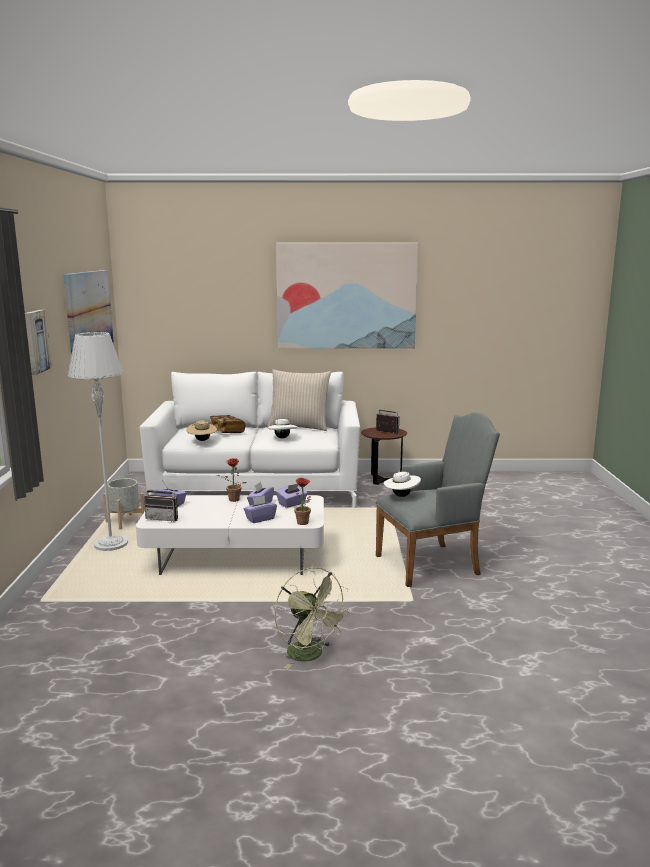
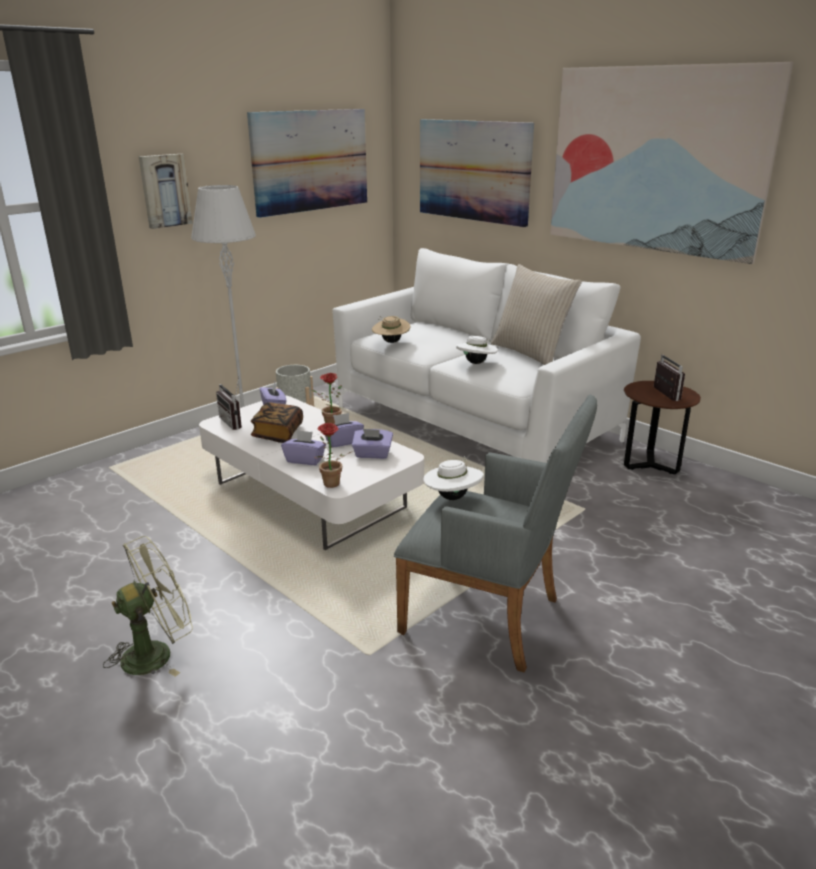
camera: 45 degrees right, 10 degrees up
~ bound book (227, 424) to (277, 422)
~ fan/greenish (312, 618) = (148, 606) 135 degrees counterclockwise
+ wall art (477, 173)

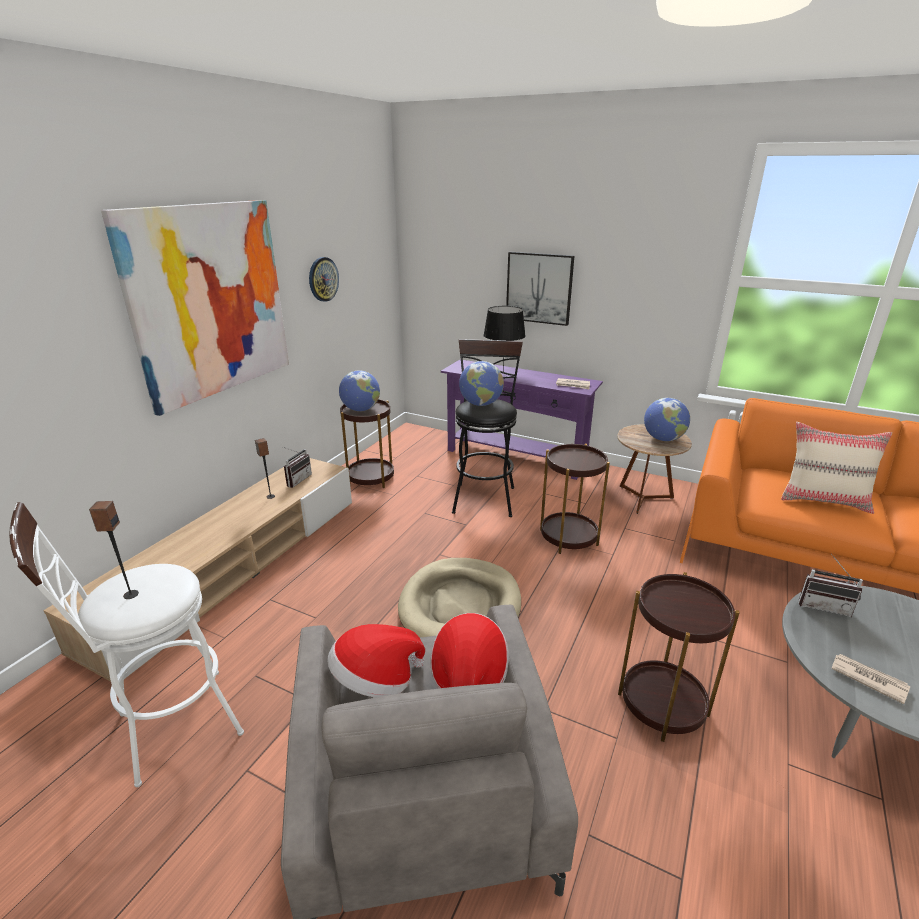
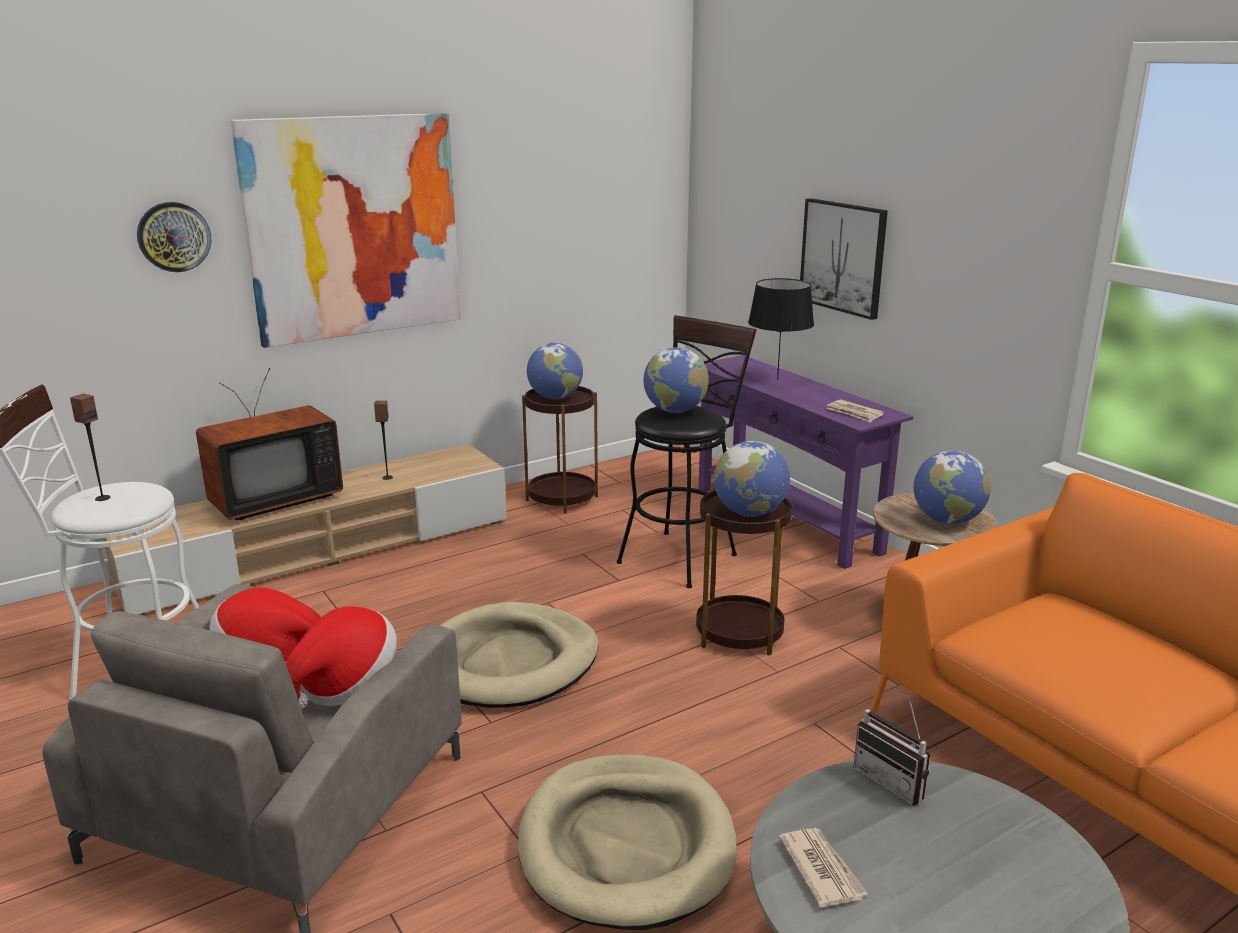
camera: 30 degrees right, 5 degrees down
- radio set (297, 467)
~ hanging clock (324, 279) to (174, 237)
~ side table/brownish (678, 657) to pet bed/beige-coloured (627, 842)
- cushion/beige-coloured (836, 468)
+ TV set (269, 444)
+ world globe (752, 479)

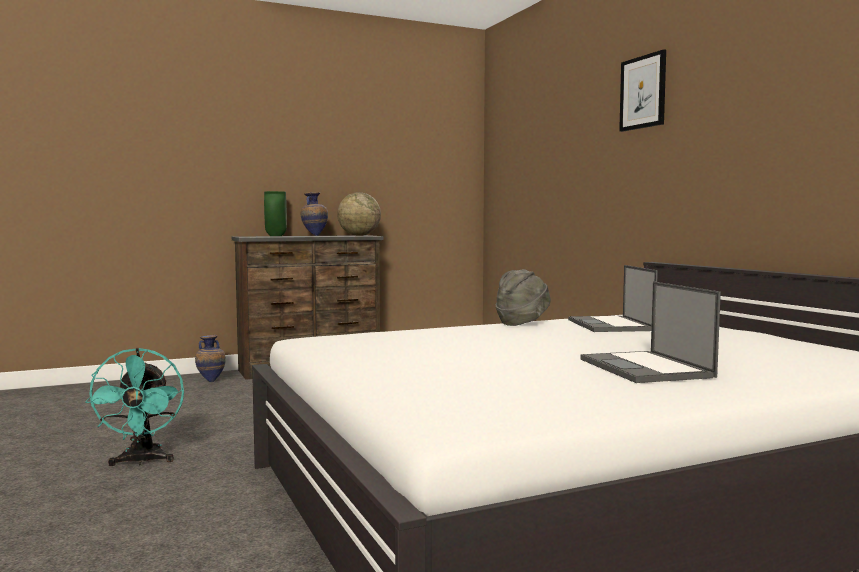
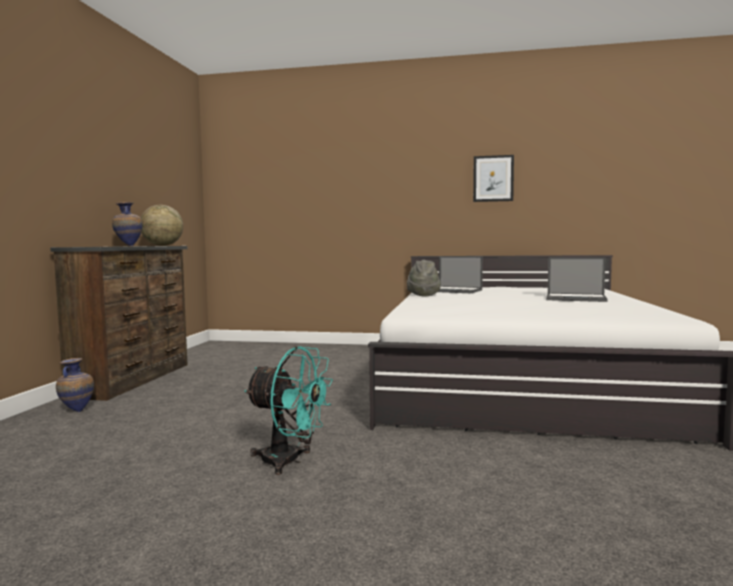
camera: 55 degrees left, 0 degrees up
- vase/greenish (275, 213)
~ wall art (642, 90) to (493, 178)

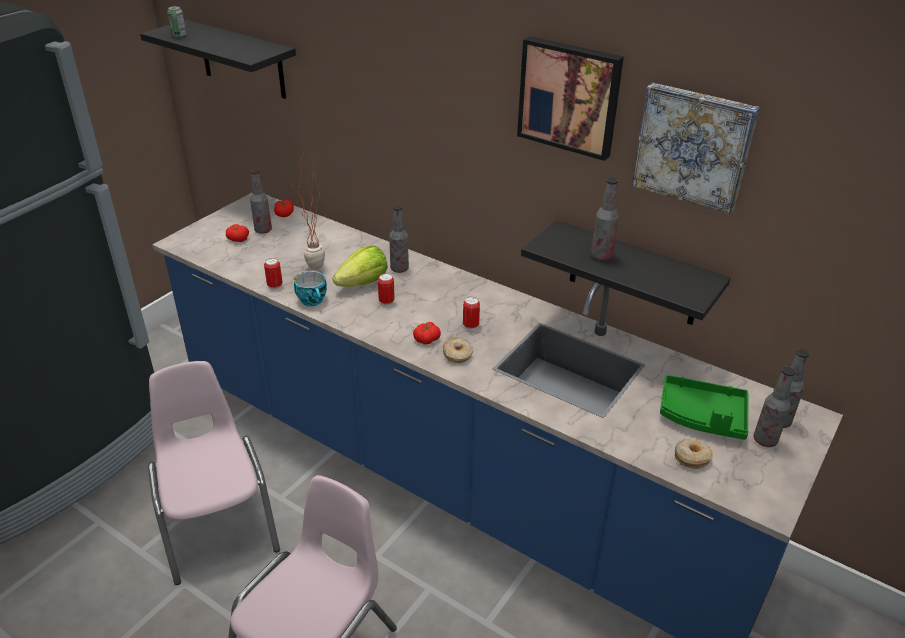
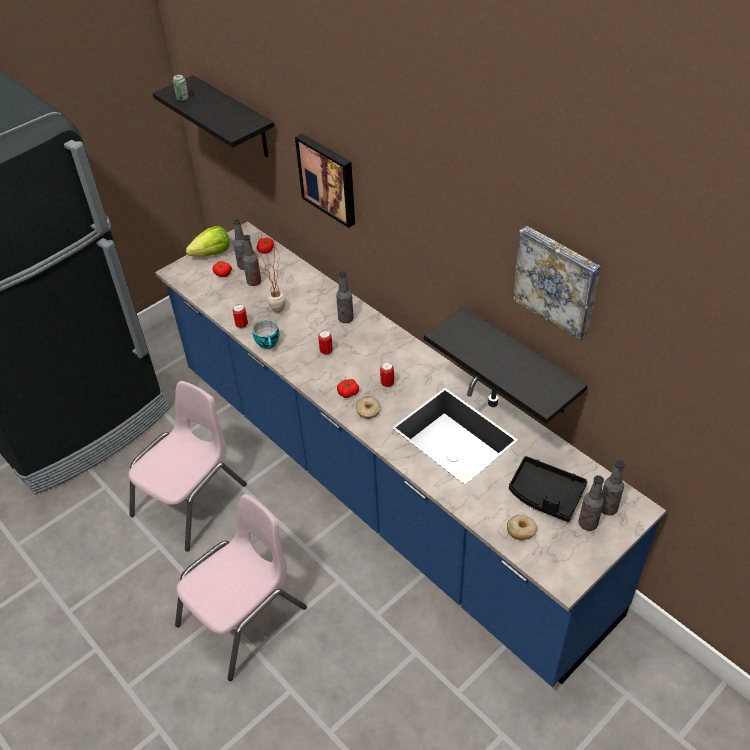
camera: 15 degrees right, 10 degrees up
~ chair/pinkish (214, 473) = (187, 466) 45 degrees clockwise
~ head of lettuce (360, 266) to (208, 241)
~ wall art (570, 98) to (325, 181)
~ beverage bottle (605, 218) to (252, 260)
~ carrying tray/greenish (704, 407) to carrying tray/black (548, 489)

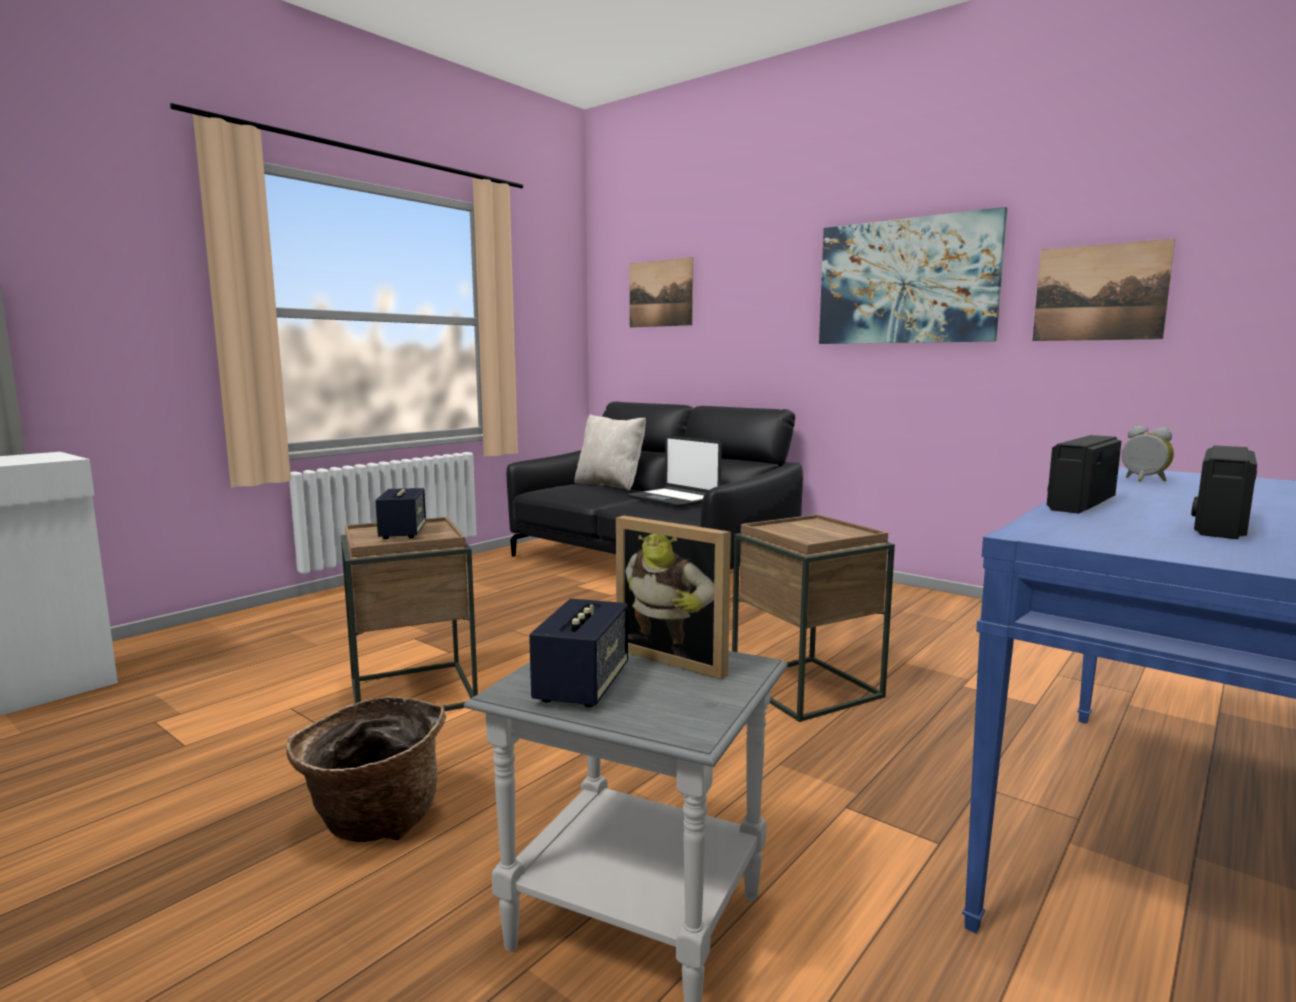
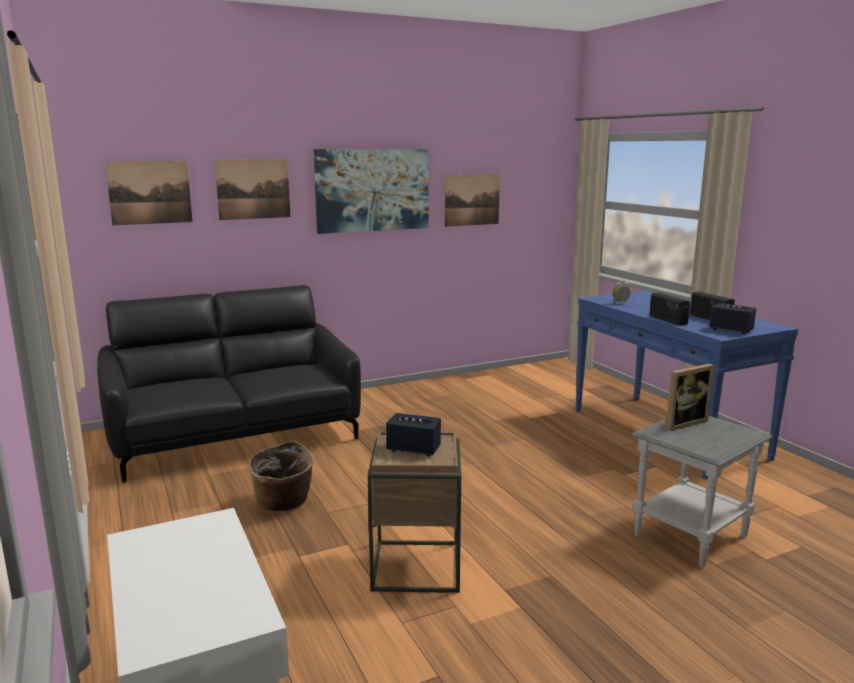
camera: 65 degrees left, 5 degrees up
~ storage basket (366, 769) to (281, 476)
~ loudspeaker (578, 653) to (732, 318)
- cushion/beige-coloured (610, 452)
- laptop (674, 471)
- side table/brownish (813, 618)
+ wall art (252, 190)

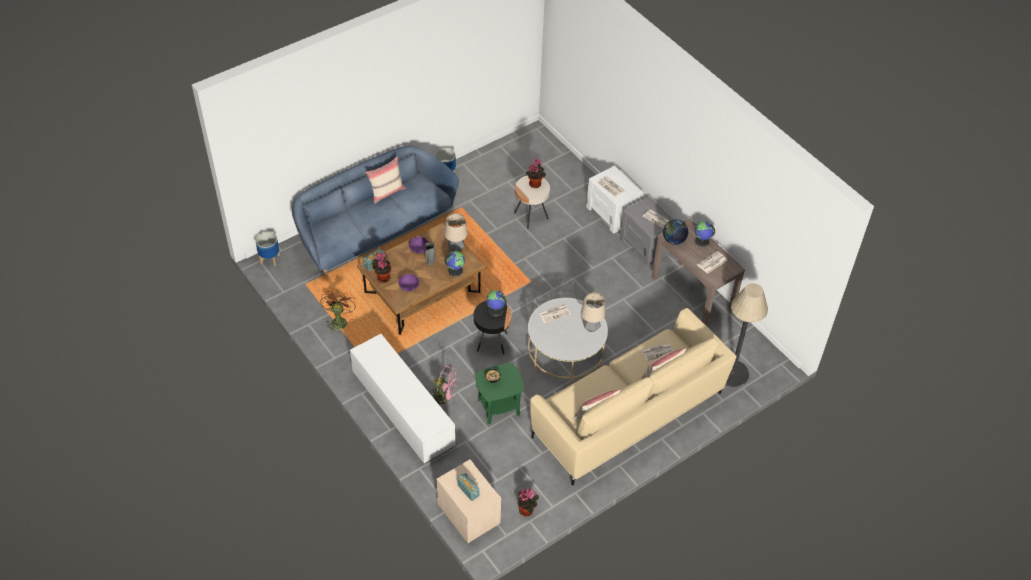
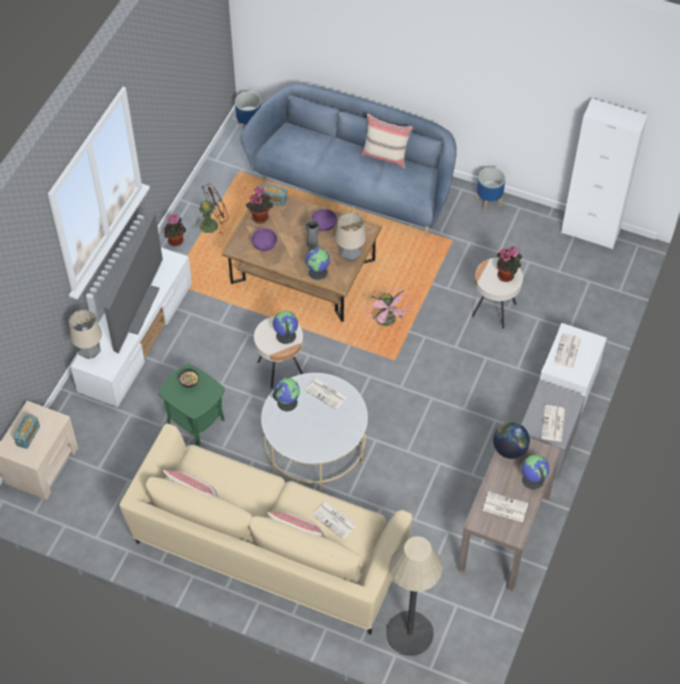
camera: 60 degrees right, 5 degrees up
~ fan/pinkish (444, 387) to (388, 308)
~ side table/black (493, 327) to side table/beige-coloured (278, 352)
~ potted plant (528, 503) to (175, 230)
~ table lamp (593, 312) to (85, 334)
+ TV set (133, 283)
+ world globe (286, 394)
+ cupboard/white (604, 173)

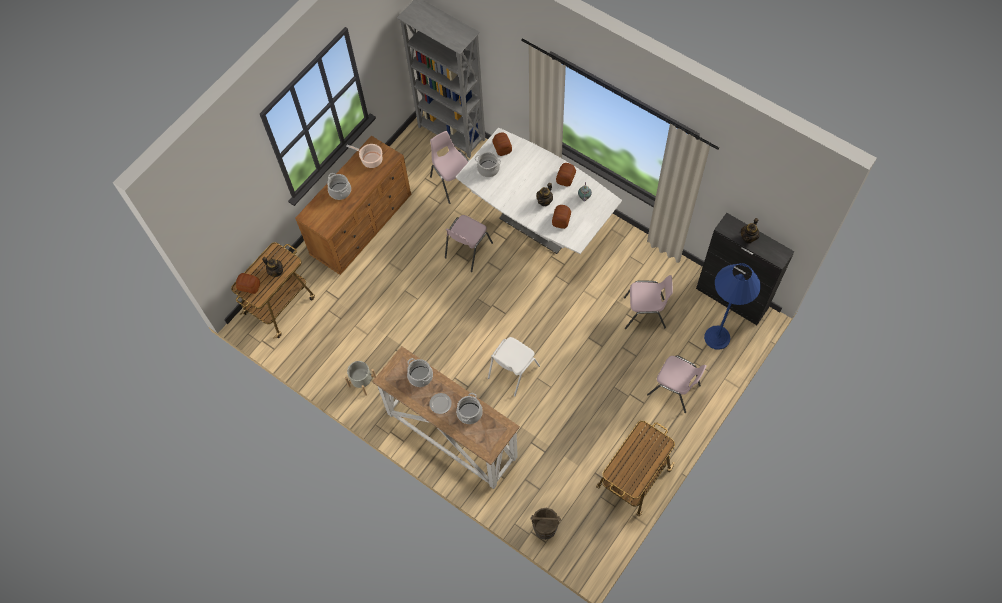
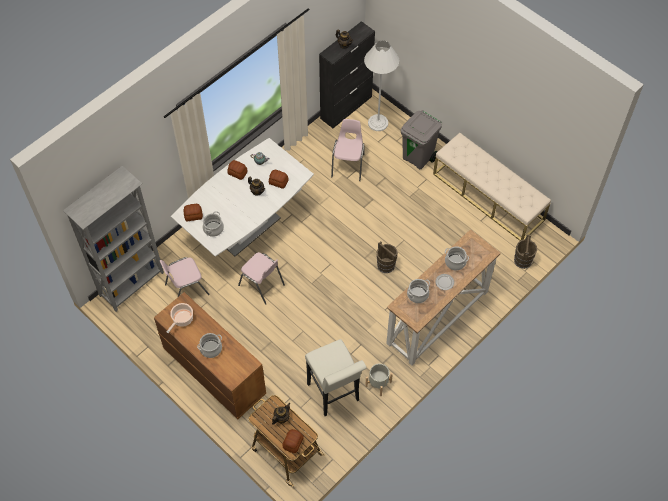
camera: 85 degrees left, 5 degrees down
~ chair/white (514, 366) to pail/brownish (387, 257)
~ trolley (635, 468) to indoor bench/beige-coloured (492, 187)
~ chair/pinkish (677, 384) to waste bin/greyish (421, 139)
~ floor lamp/blue (732, 306) to floor lamp/white (381, 85)
+ stool seat/white (335, 377)

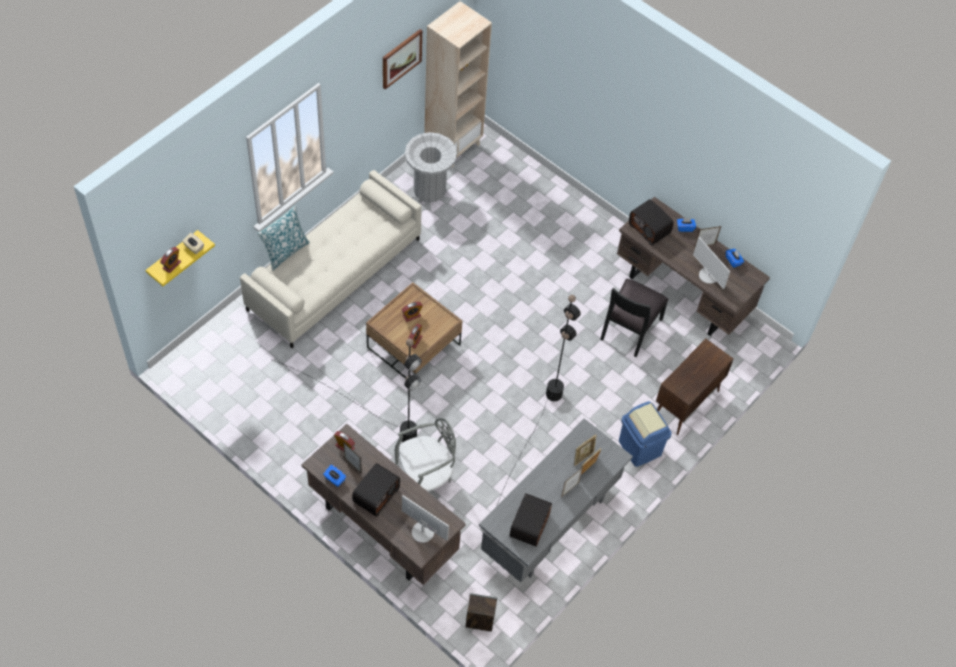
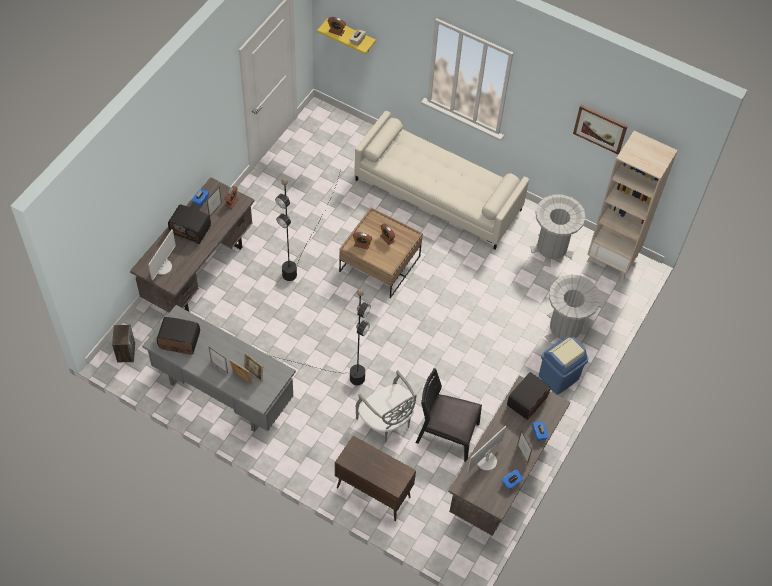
camera: 80 degrees right, 0 degrees up
- cushion (283, 238)
~ chair/greyish (425, 454) to (386, 406)
~ waste bin/blue (645, 434) to (564, 366)
+ waste bin/greyish (573, 308)

